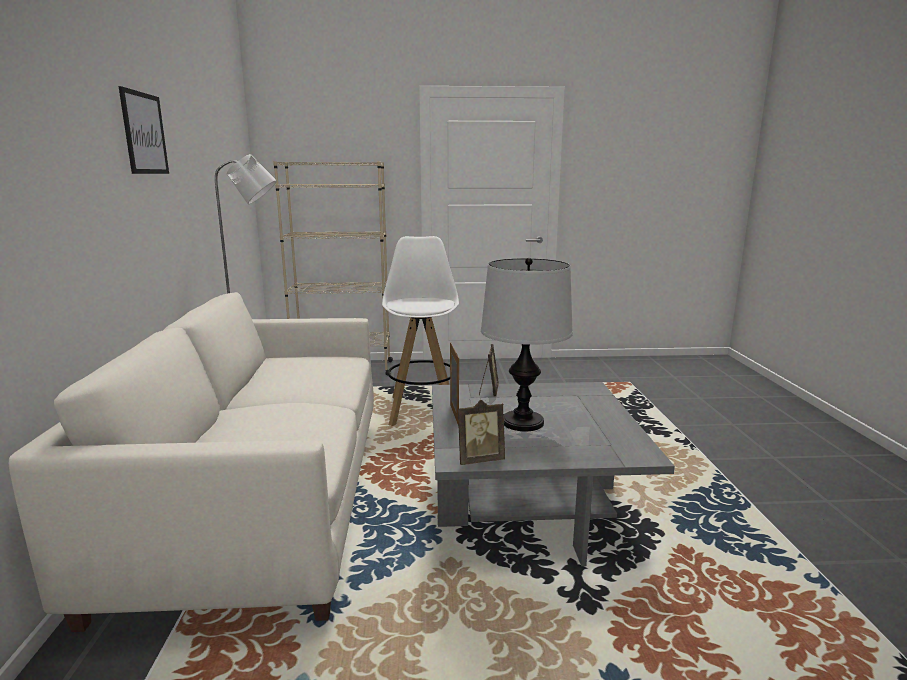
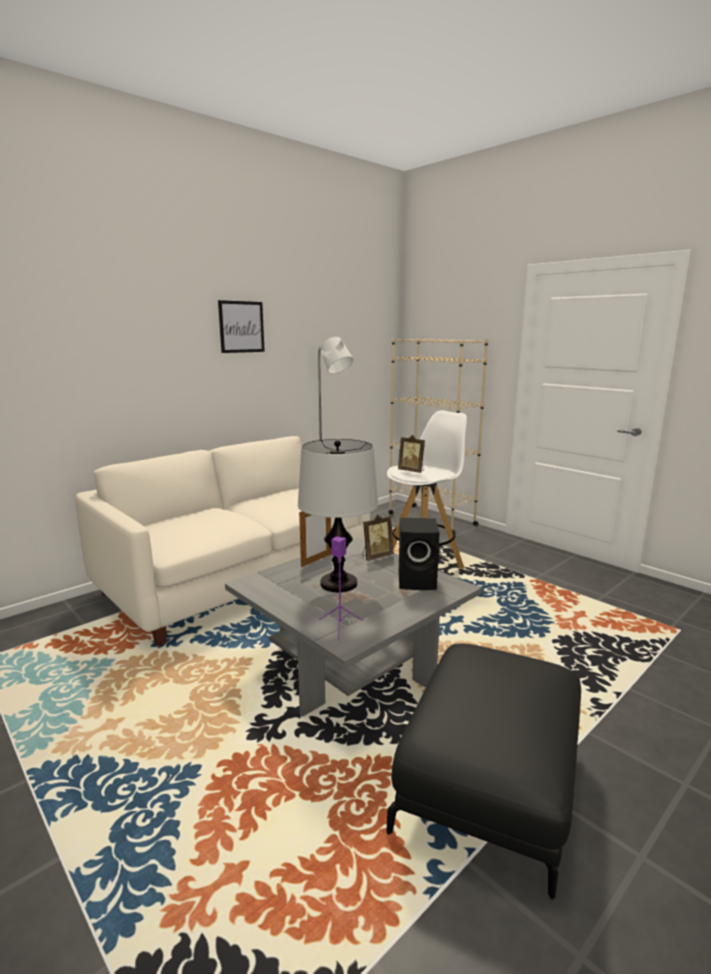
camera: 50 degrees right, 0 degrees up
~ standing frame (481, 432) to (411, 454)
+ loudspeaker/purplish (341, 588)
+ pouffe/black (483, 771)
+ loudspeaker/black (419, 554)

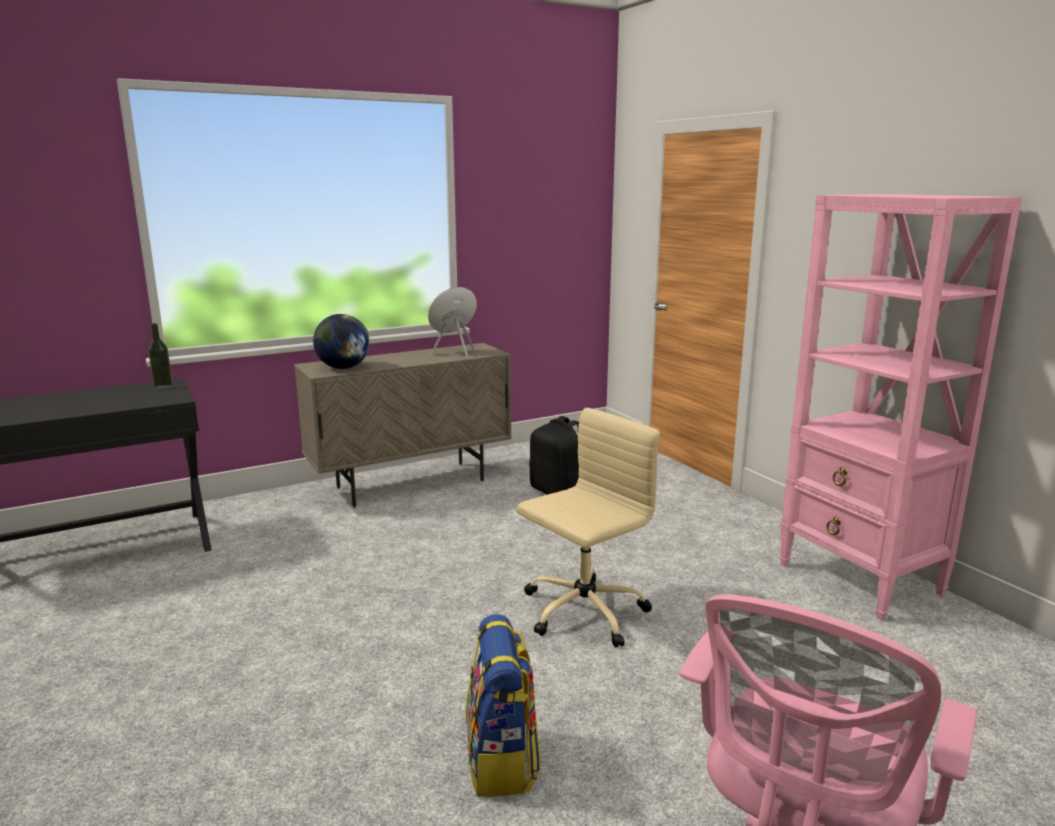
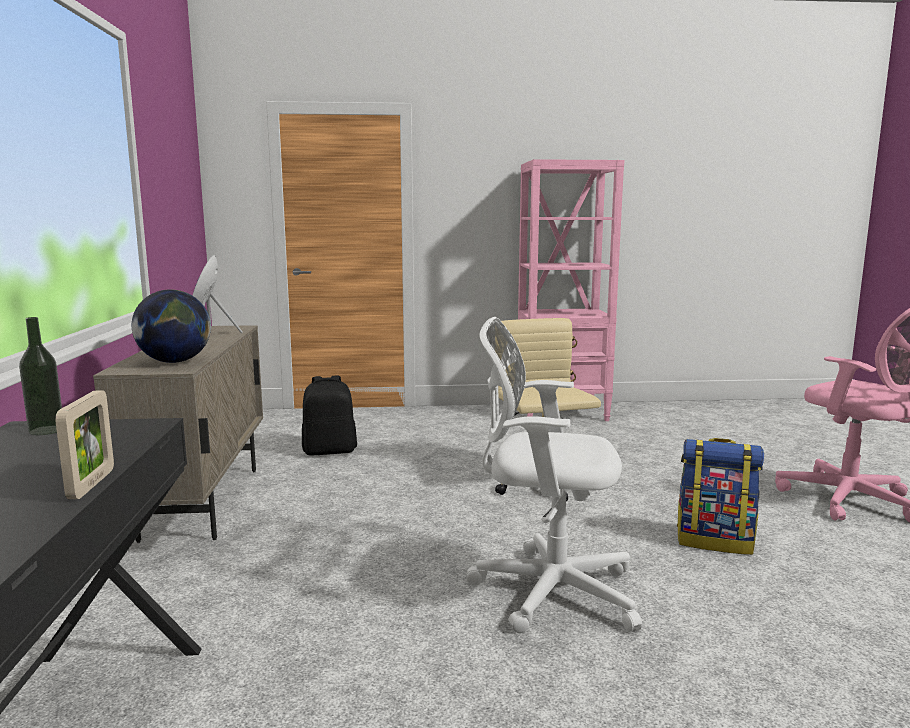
camera: 65 degrees left, 5 degrees down
+ standing frame (84, 445)
+ desk chair/white (554, 475)

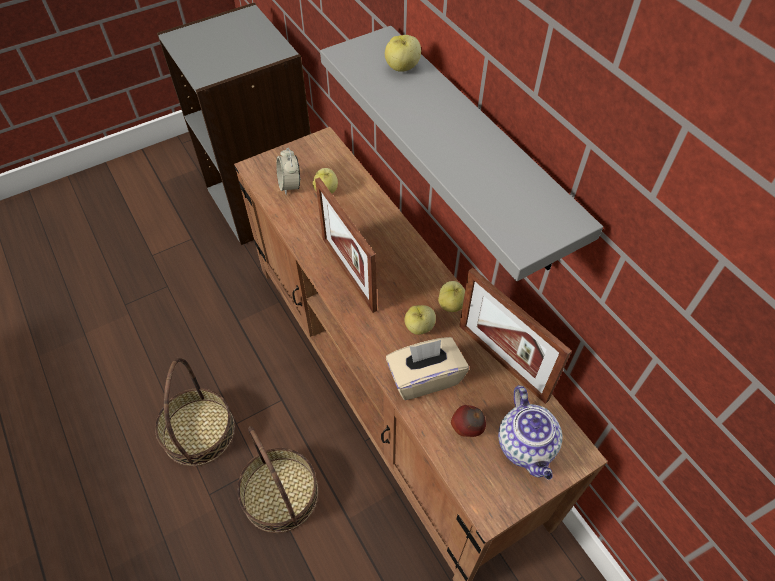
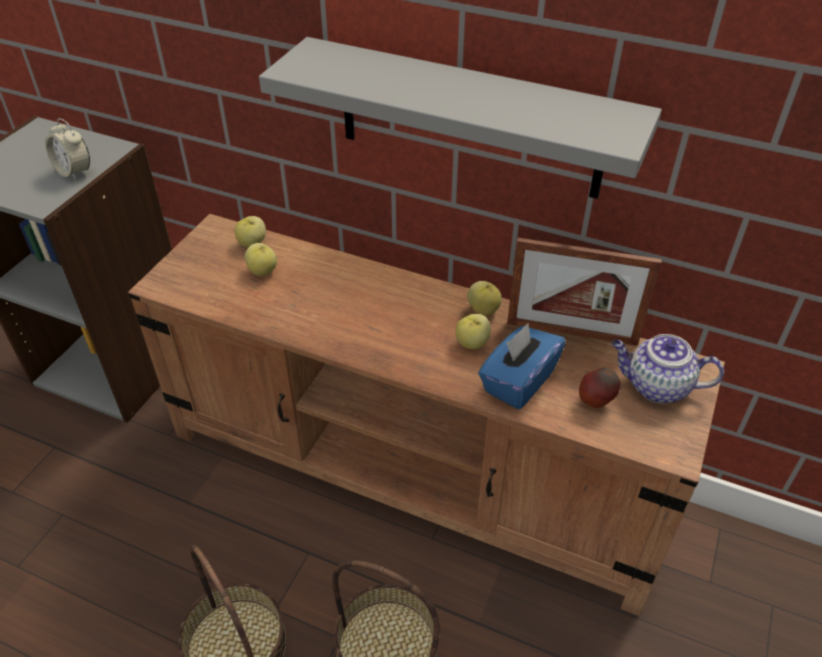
camera: 35 degrees left, 10 degrees down
~ table clock (288, 171) to (67, 149)
- standing frame (346, 245)
~ apple fruit (403, 53) to (250, 231)
~ tissue box/beige-coloured (427, 368) to tissue box/blue (522, 366)
~ pot for tea (530, 432) = (667, 369) 150 degrees clockwise

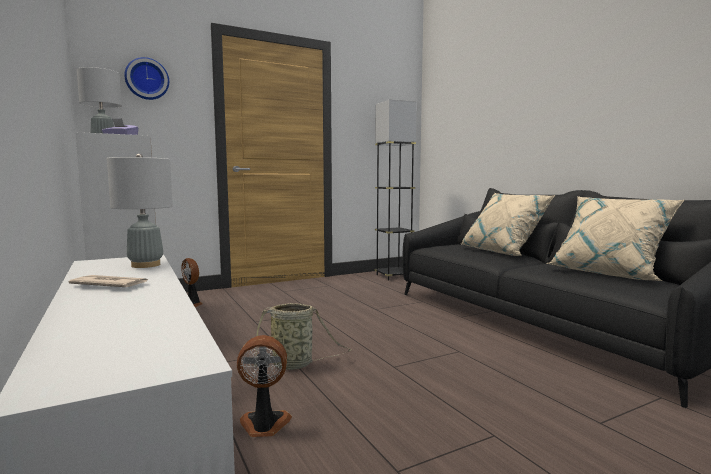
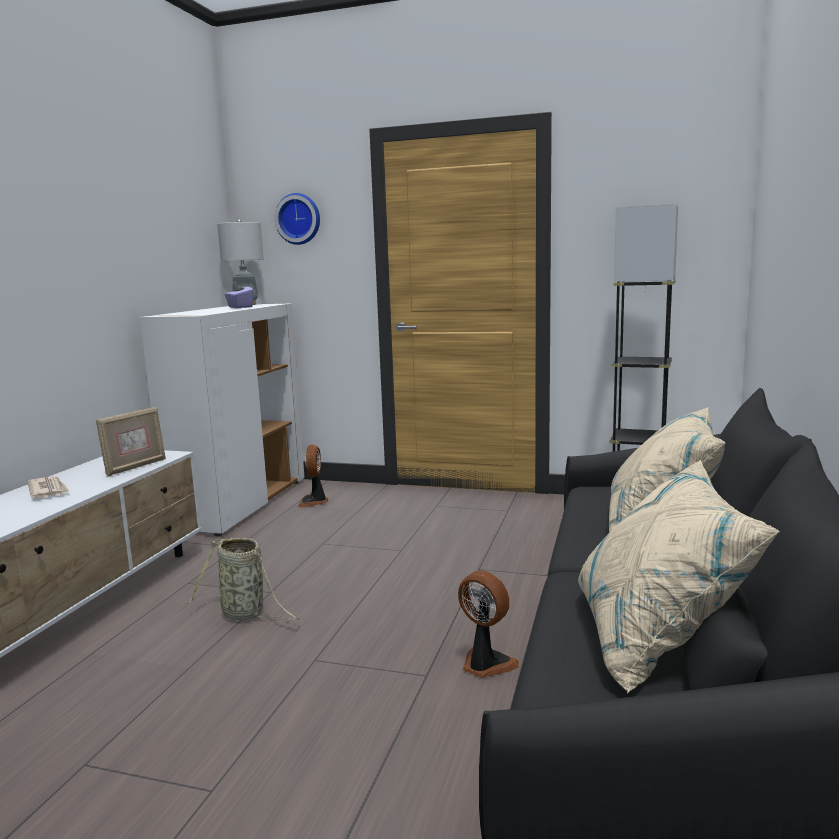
camera: 45 degrees right, 5 degrees up
~ table lamp/greyish (140, 211) to standing frame (131, 441)
~ fan (264, 386) to (488, 624)

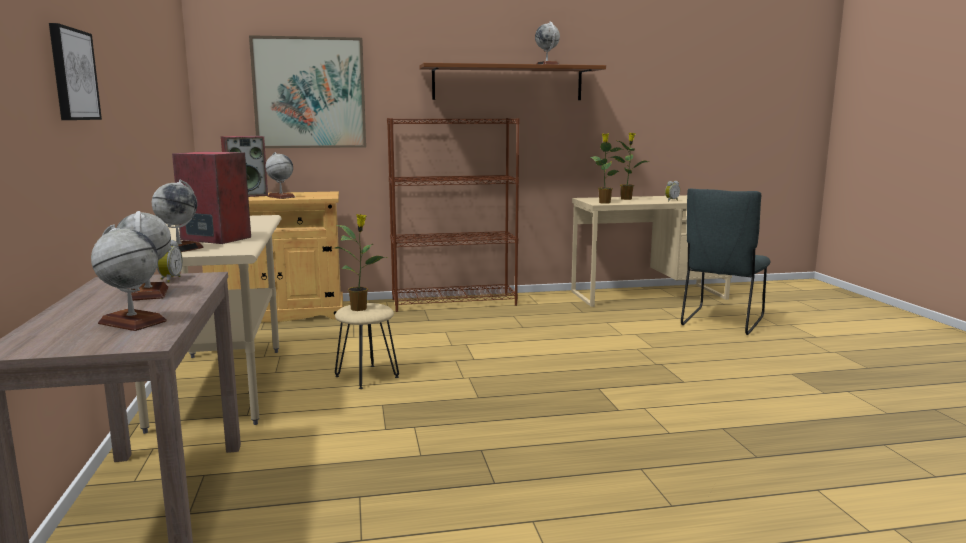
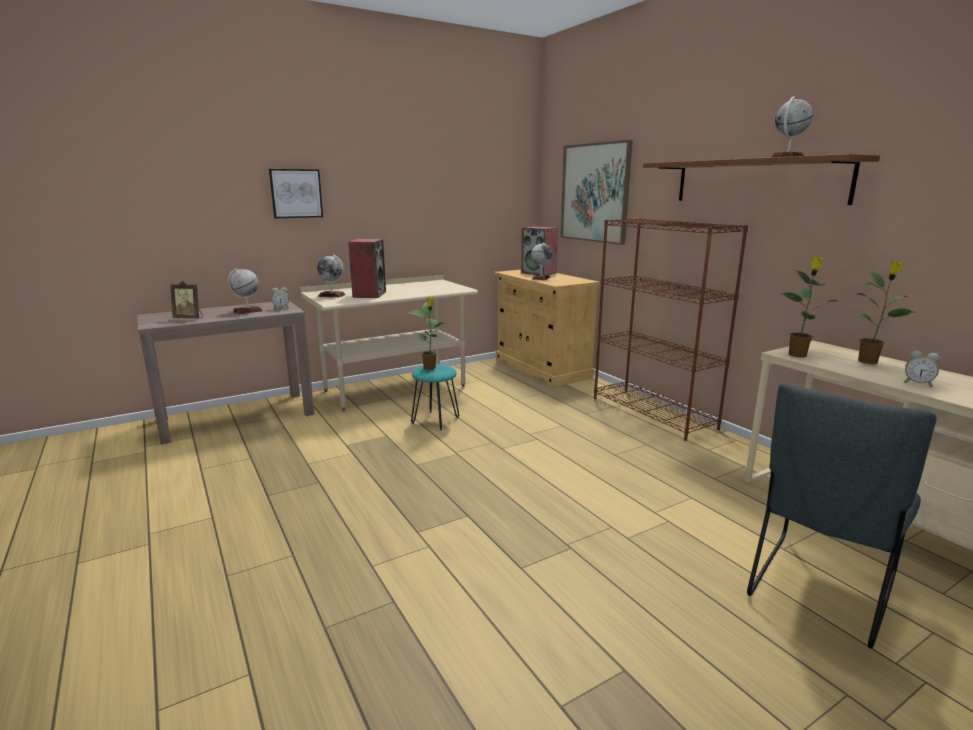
camera: 70 degrees right, 5 degrees up
~ world globe (129, 277) to standing frame (186, 300)
~ stool seat/beige-coloured (367, 346) to stool seat/turquoise-coloured (435, 397)
~ chair/greyish (726, 262) = (842, 516) 60 degrees counterclockwise

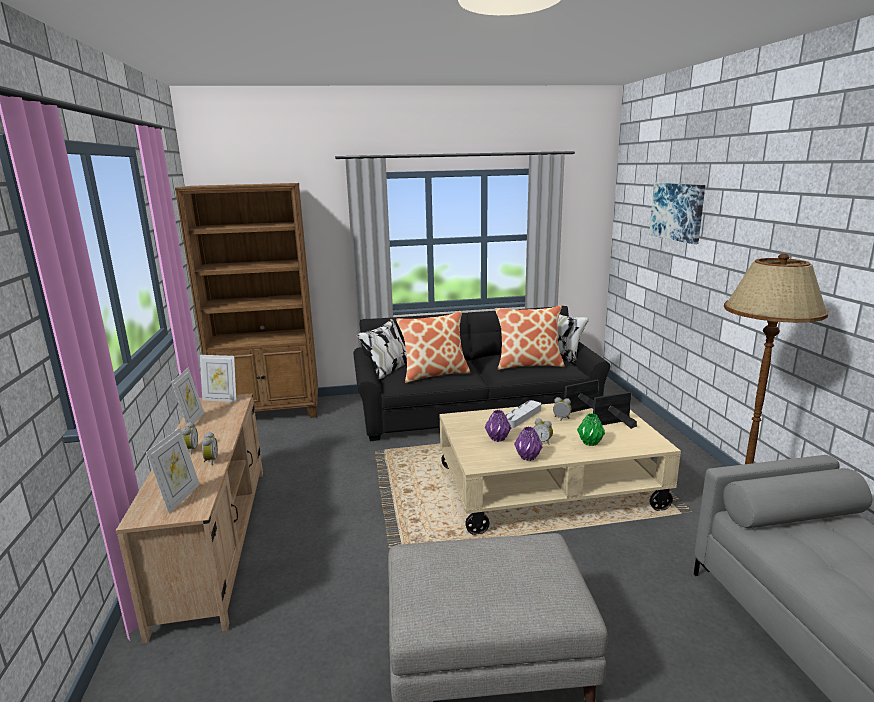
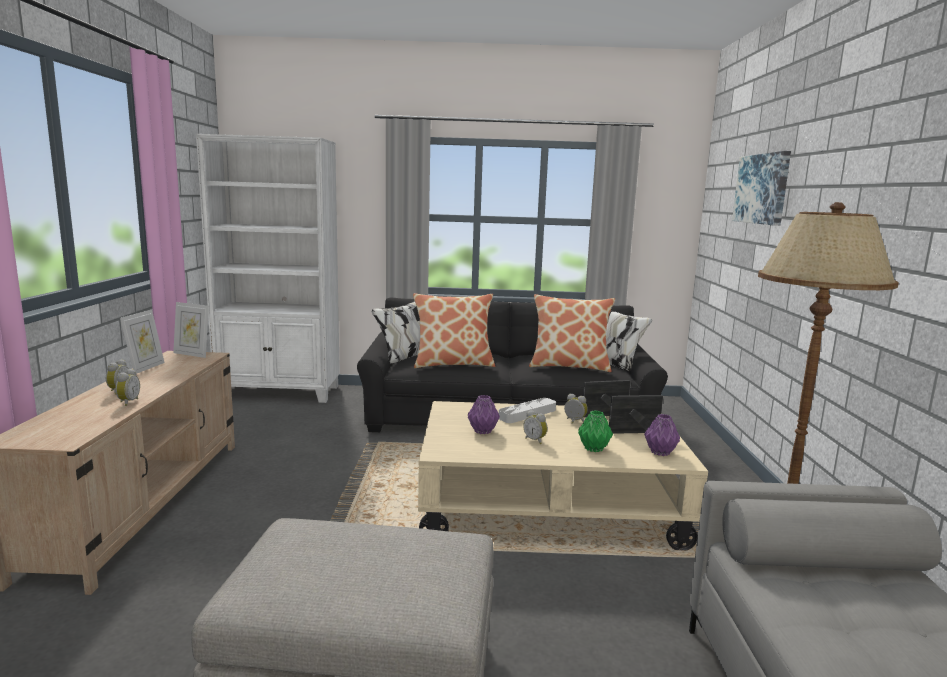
camera: 10 degrees right, 5 degrees down
- standing frame (173, 471)
~ bookcase/brownish (246, 300) to bookcase/white (268, 268)
~ vase/purplish (528, 443) to (662, 435)

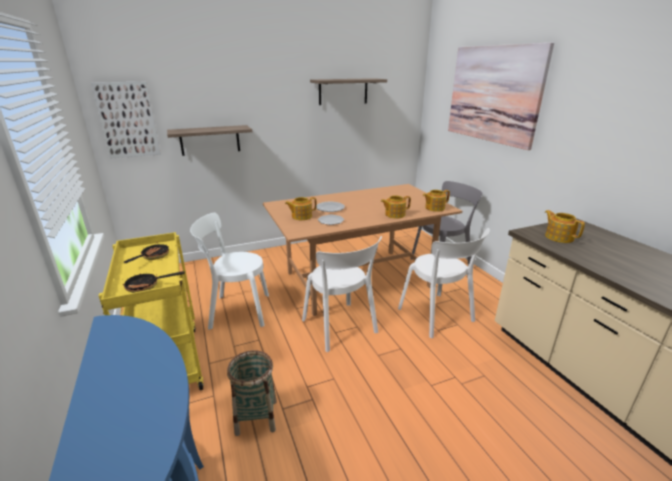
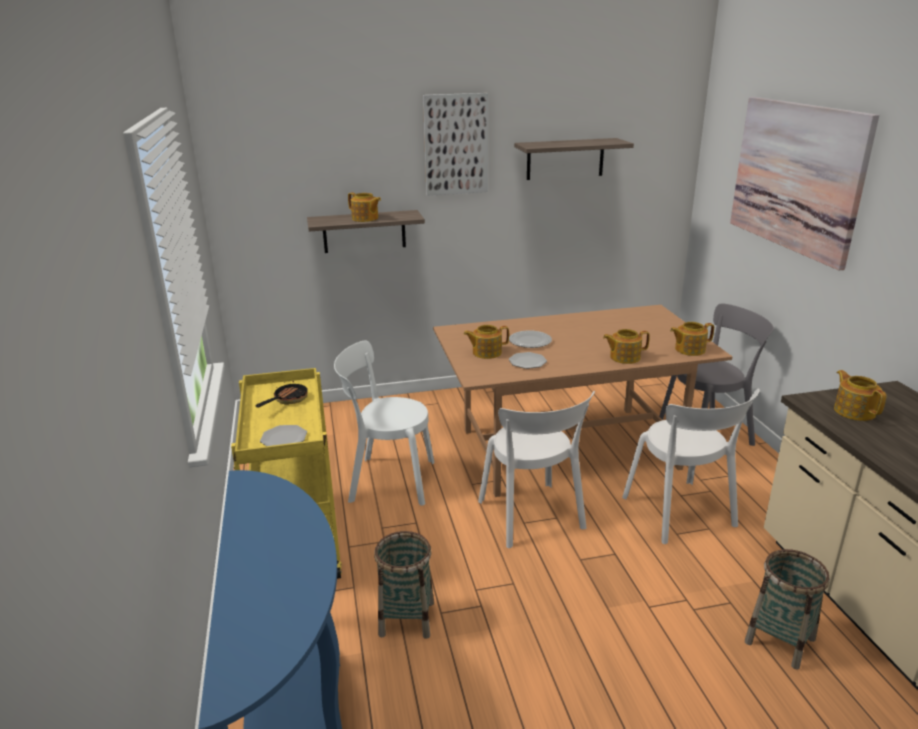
camera: 10 degrees right, 0 degrees up
~ wall art (126, 120) to (455, 144)
~ frying pan (154, 282) to flat dish (283, 435)
+ pot for tea (364, 207)
+ storage basket (787, 609)

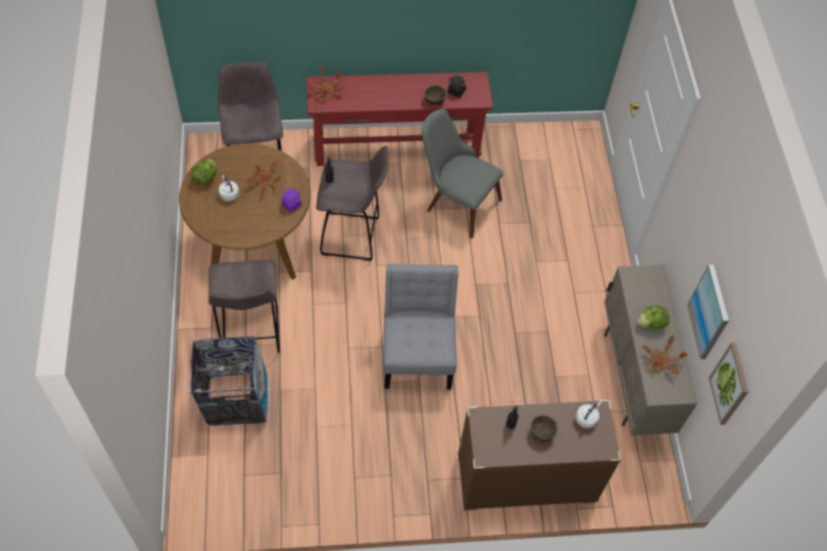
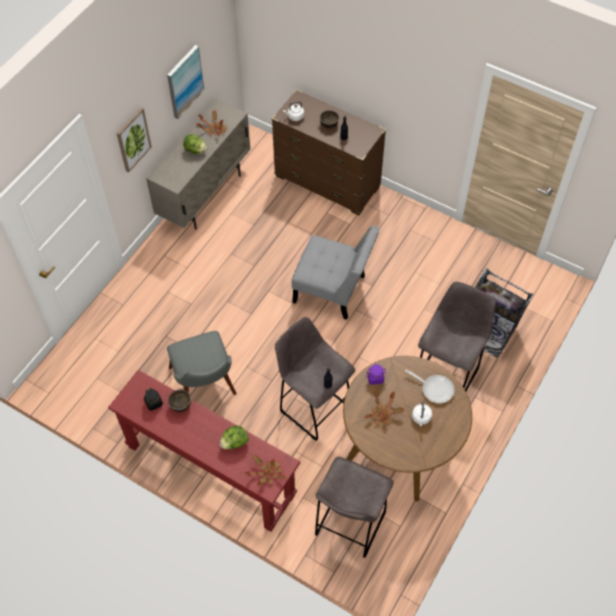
camera: 140 degrees left, 0 degrees up
~ head of lettuce (204, 172) to (234, 437)
~ chair/greyish (421, 326) = (336, 272) 105 degrees counterclockwise
~ wall art (728, 384) to (134, 140)
+ frying pan (429, 386)

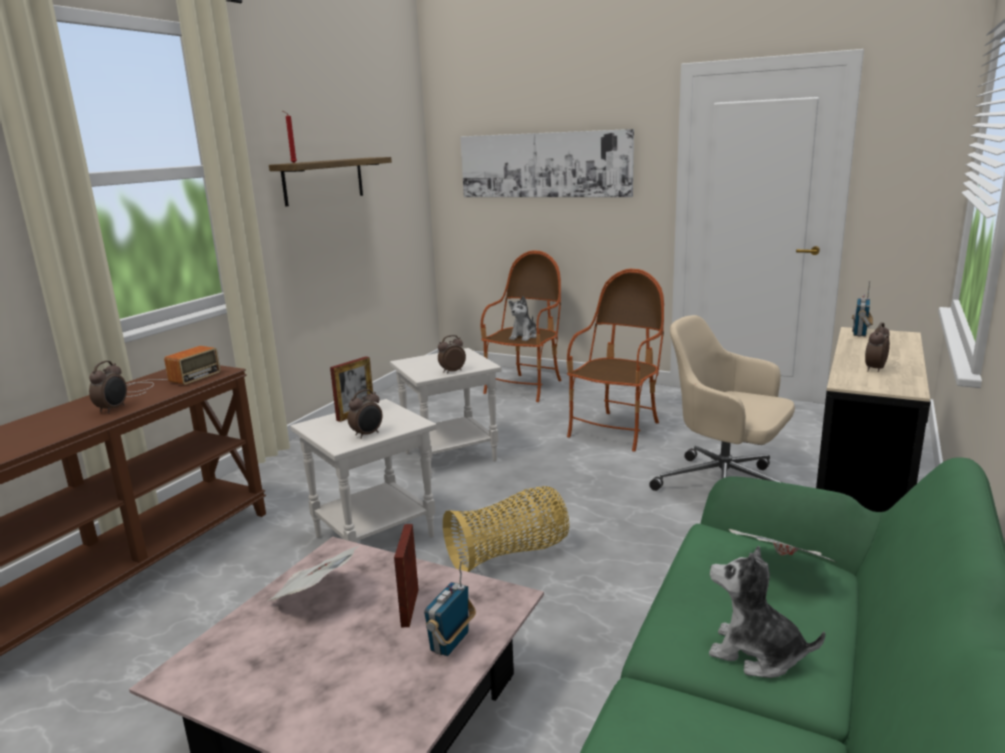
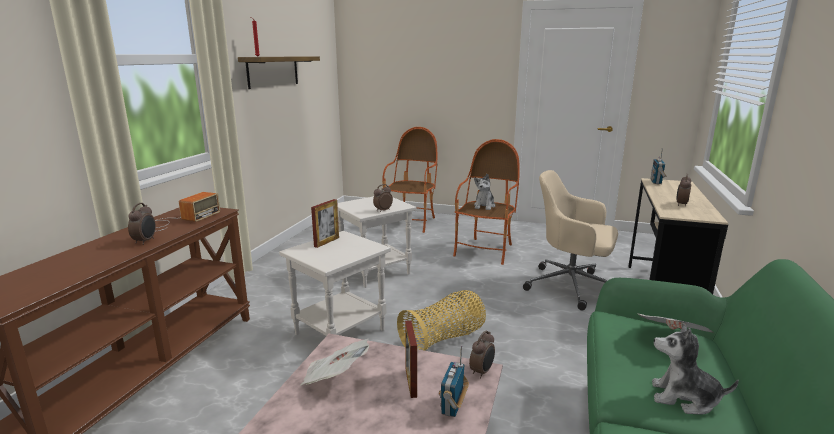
camera: 10 degrees left, 0 degrees up
~ table clock (365, 414) to (482, 354)
- wall art (547, 163)
~ plush toy (523, 318) to (484, 192)

